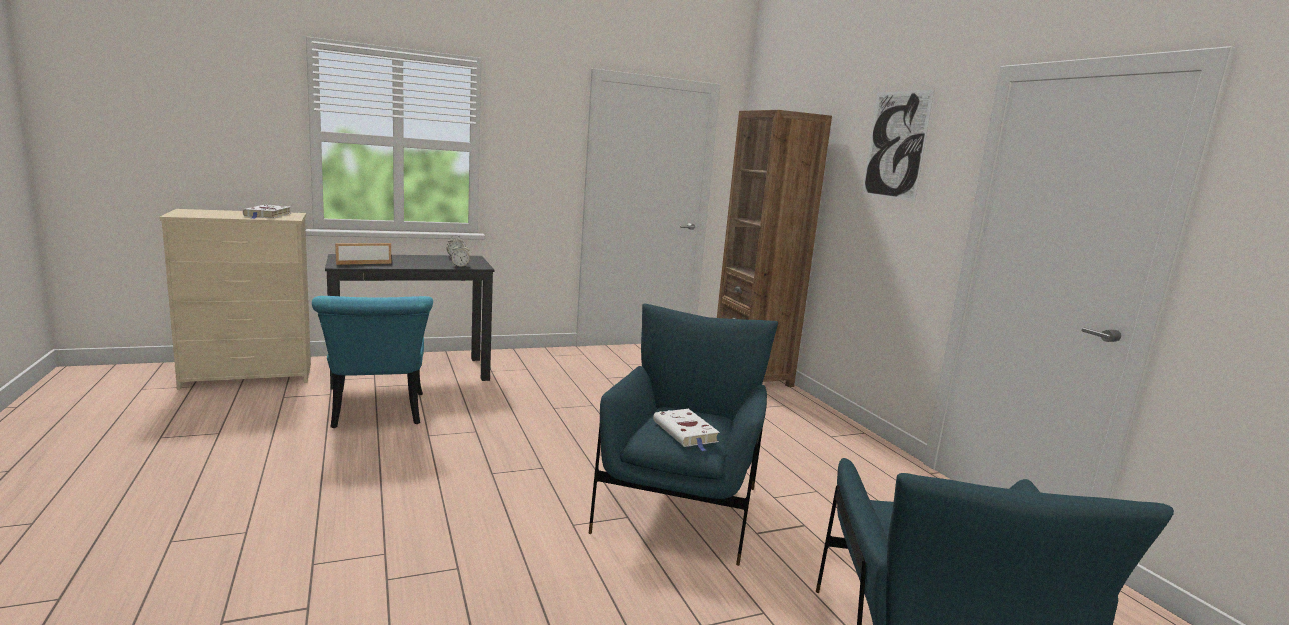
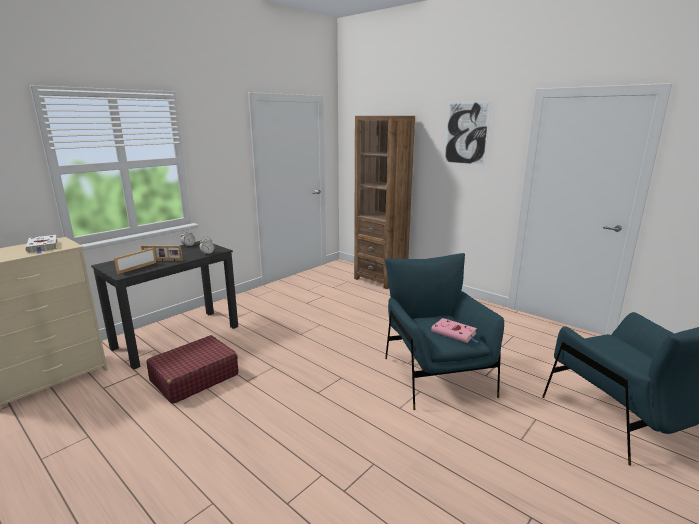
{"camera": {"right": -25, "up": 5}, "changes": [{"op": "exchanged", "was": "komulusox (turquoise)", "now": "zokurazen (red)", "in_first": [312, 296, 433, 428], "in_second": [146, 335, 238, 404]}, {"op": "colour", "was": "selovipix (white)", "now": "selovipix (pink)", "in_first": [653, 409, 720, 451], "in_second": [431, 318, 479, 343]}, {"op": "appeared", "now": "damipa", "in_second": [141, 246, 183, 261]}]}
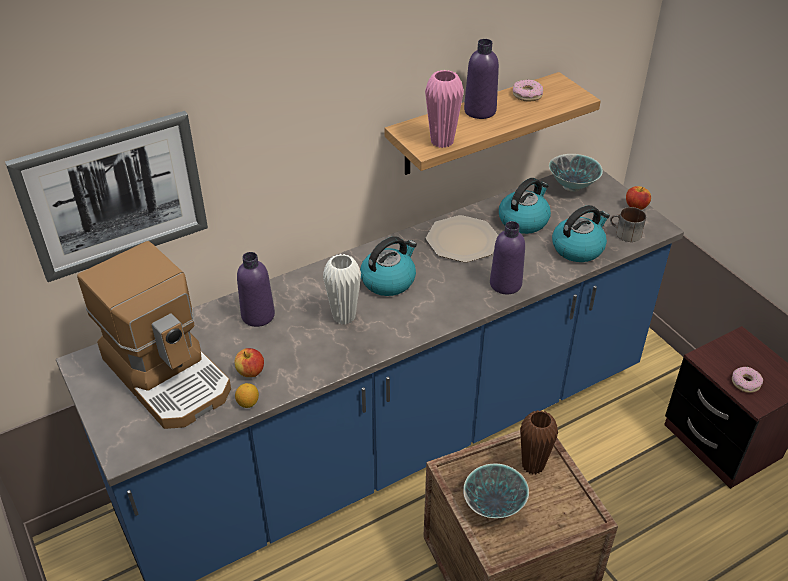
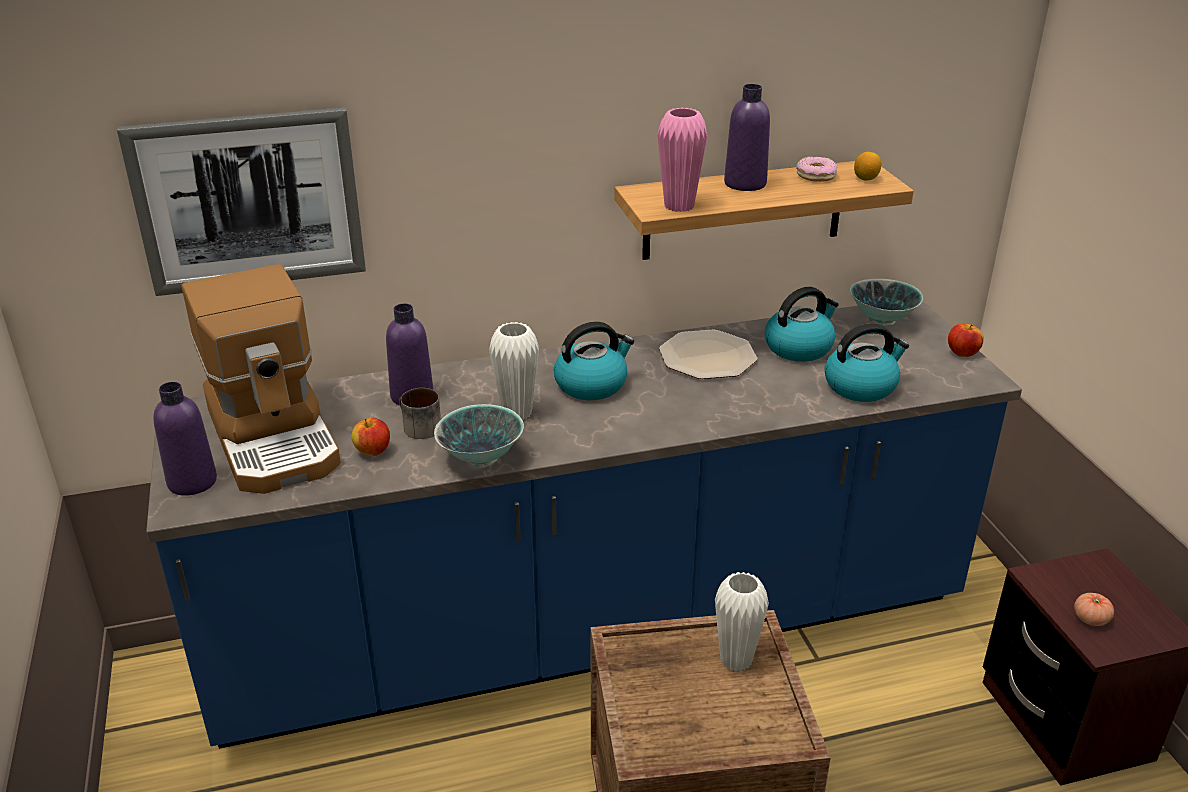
{"camera": {"right": 15, "up": -10}, "changes": [{"op": "relocated", "was": "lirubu", "in_first": [235, 383, 259, 408], "in_second": [854, 152, 881, 180]}, {"op": "relocated", "was": "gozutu", "in_first": [463, 464, 529, 518], "in_second": [434, 404, 524, 468]}, {"op": "relocated", "was": "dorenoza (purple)", "in_first": [490, 221, 525, 294], "in_second": [153, 382, 217, 496]}, {"op": "colour", "was": "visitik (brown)", "now": "visitik (white)", "in_first": [520, 410, 558, 475], "in_second": [715, 572, 769, 672]}, {"op": "relocated", "was": "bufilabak", "in_first": [610, 207, 646, 242], "in_second": [399, 388, 441, 439]}, {"op": "exchanged", "was": "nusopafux", "now": "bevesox", "in_first": [732, 367, 763, 393], "in_second": [1074, 593, 1114, 626]}]}
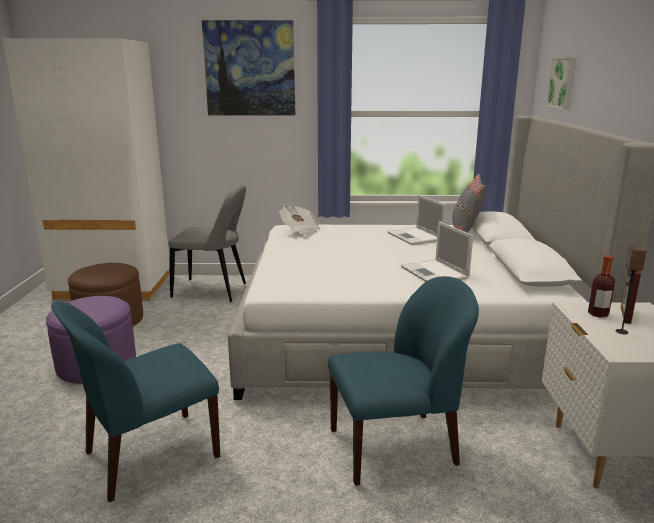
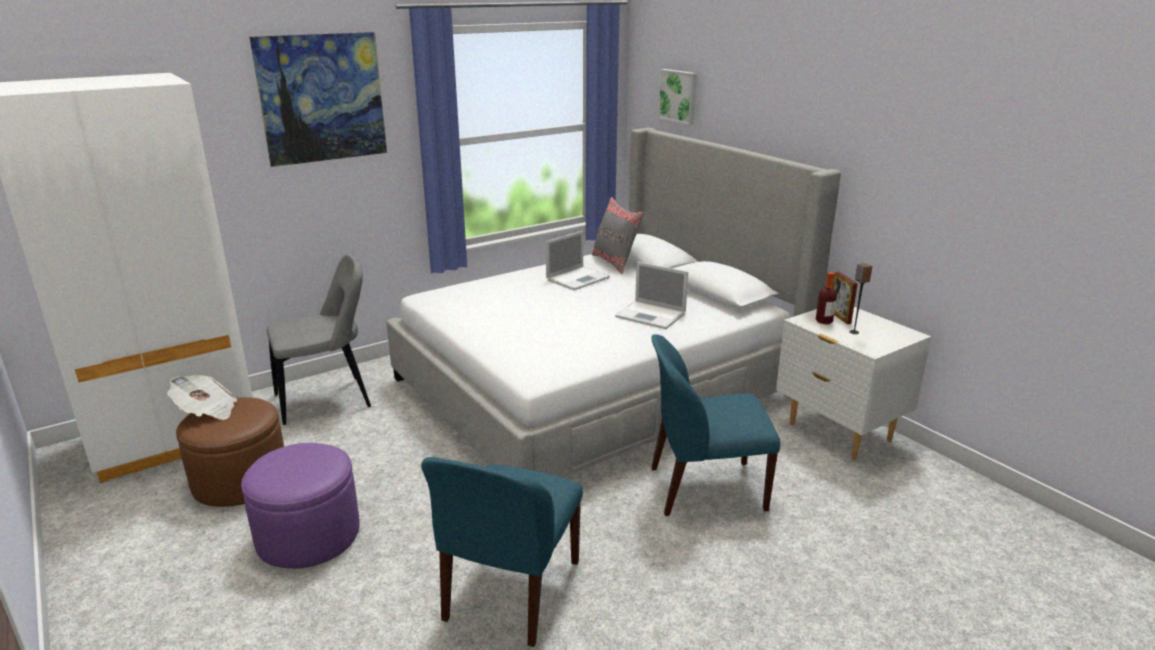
{"camera": {"right": -35, "up": 5}, "changes": [{"op": "relocated", "was": "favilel", "in_first": [279, 204, 321, 236], "in_second": [167, 375, 237, 420]}, {"op": "spun", "was": "komulusox (blue)", "in_first": [328, 276, 479, 486], "in_second": [651, 334, 780, 516], "clockwise": -135}, {"op": "spun", "was": "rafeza", "in_first": [387, 195, 446, 245], "in_second": [546, 231, 610, 290], "clockwise": -75}]}
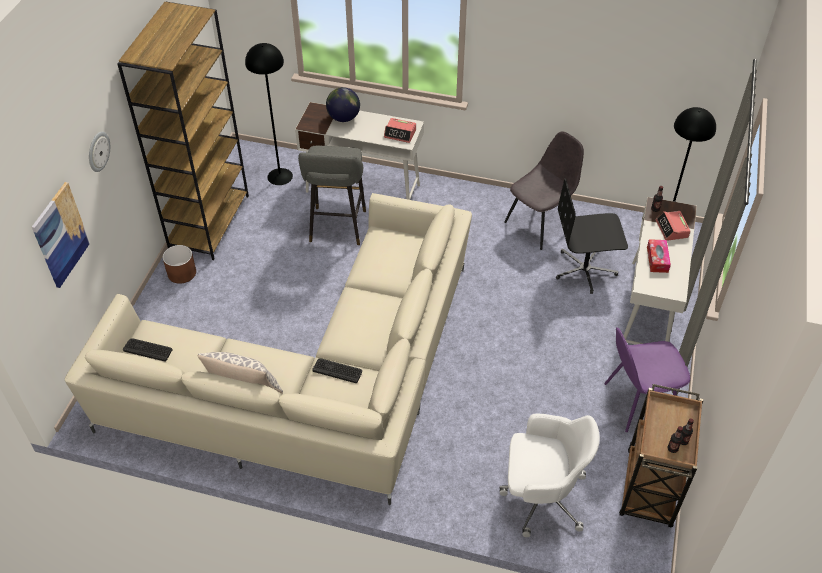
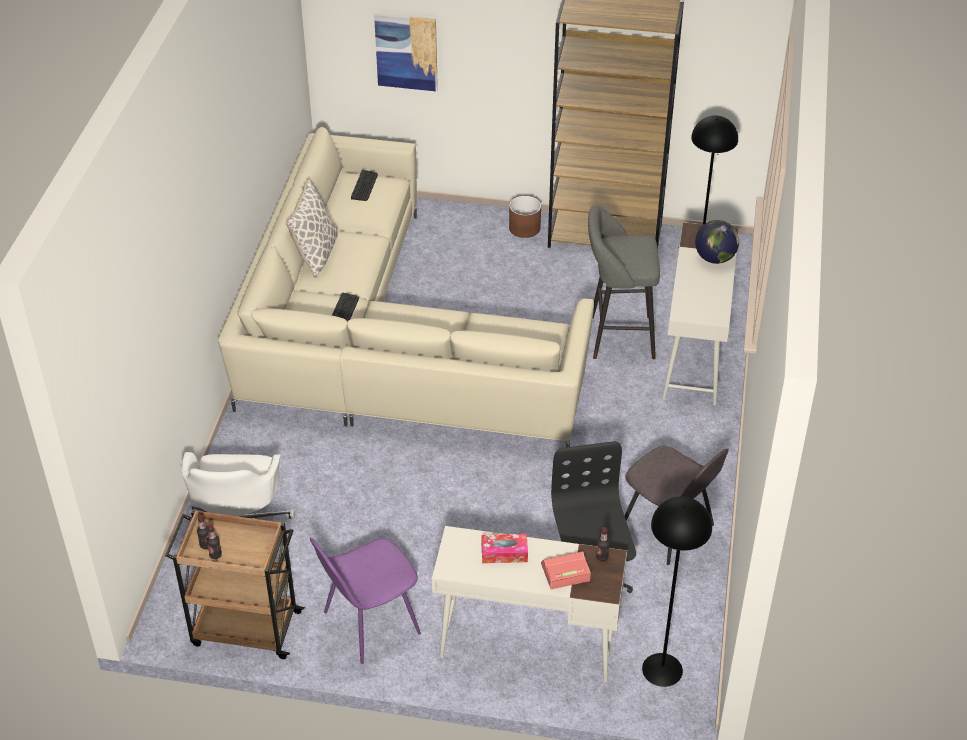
{"camera": {"right": 85, "up": -5}, "changes": [{"op": "missing", "was": "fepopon", "in_first": [89, 132, 110, 172]}, {"op": "missing", "was": "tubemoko", "in_first": [384, 118, 416, 143]}, {"op": "spun", "was": "komulusox (purple)", "in_first": [604, 327, 690, 432], "in_second": [310, 538, 421, 664], "clockwise": -105}]}
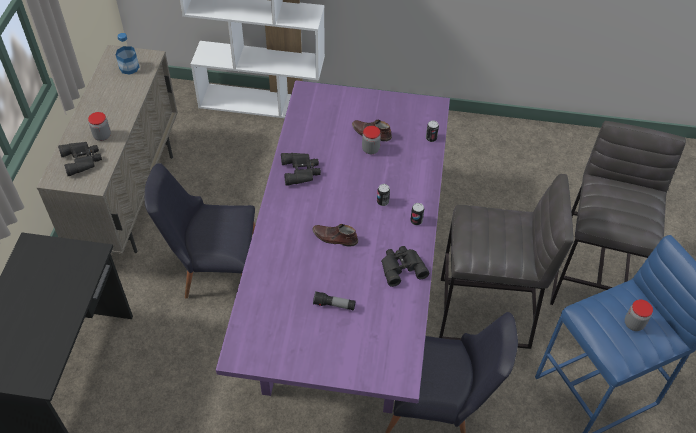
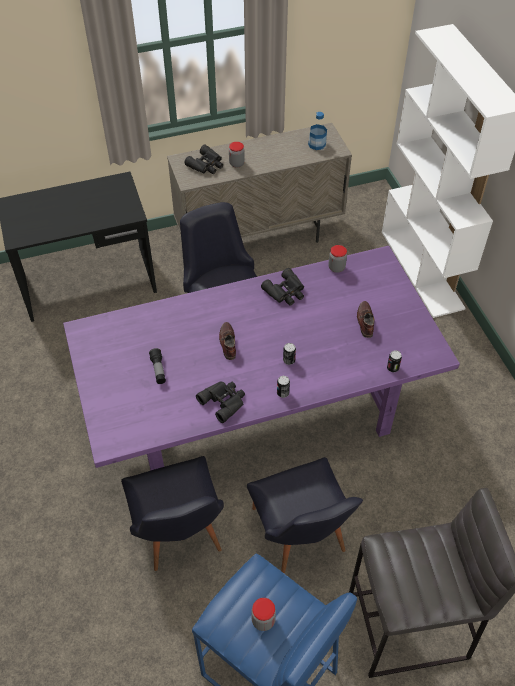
{"camera": {"right": 65, "up": 0}, "changes": [{"op": "relocated", "was": "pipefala", "in_first": [362, 126, 381, 154], "in_second": [329, 245, 347, 273]}, {"op": "exchanged", "was": "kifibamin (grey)", "now": "komulusox (black)", "in_first": [439, 174, 573, 349], "in_second": [247, 457, 363, 574]}]}
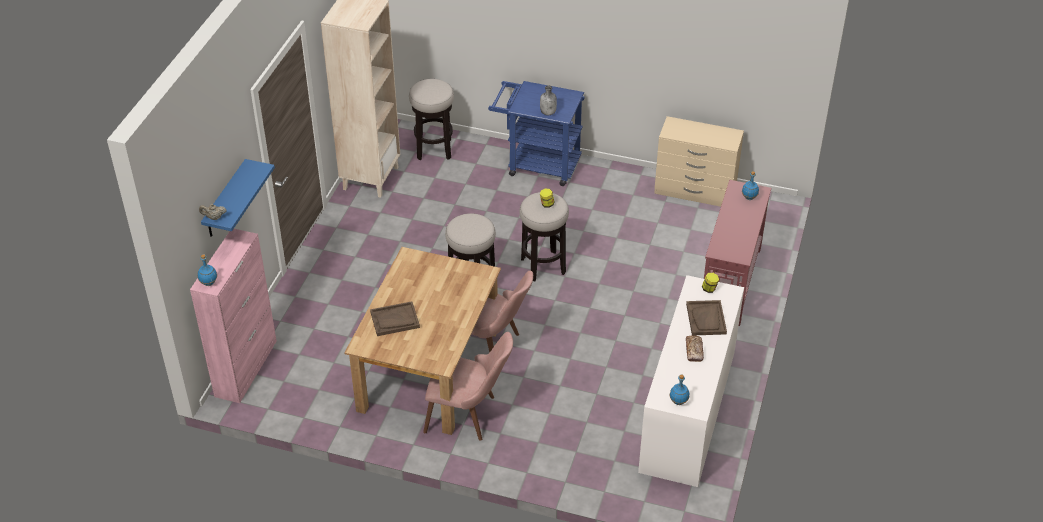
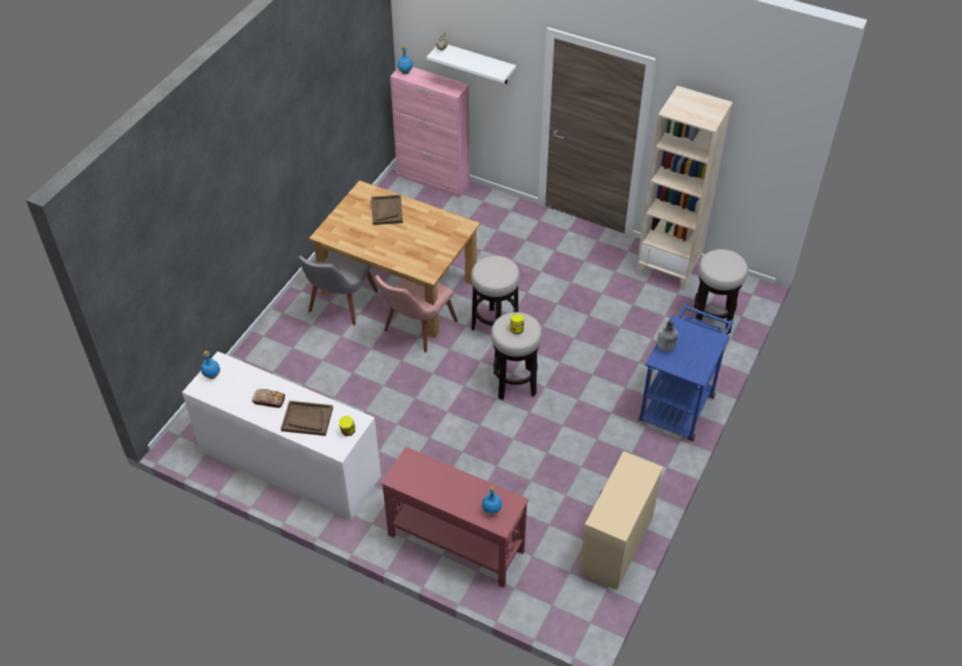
{"camera": {"right": 100, "up": 5}, "changes": [{"op": "colour", "was": "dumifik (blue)", "now": "dumifik (white)", "in_first": [201, 159, 275, 237], "in_second": [427, 45, 516, 84]}, {"op": "colour", "was": "komulusox (pink)", "now": "komulusox (grey)", "in_first": [423, 332, 513, 441], "in_second": [298, 250, 378, 325]}]}
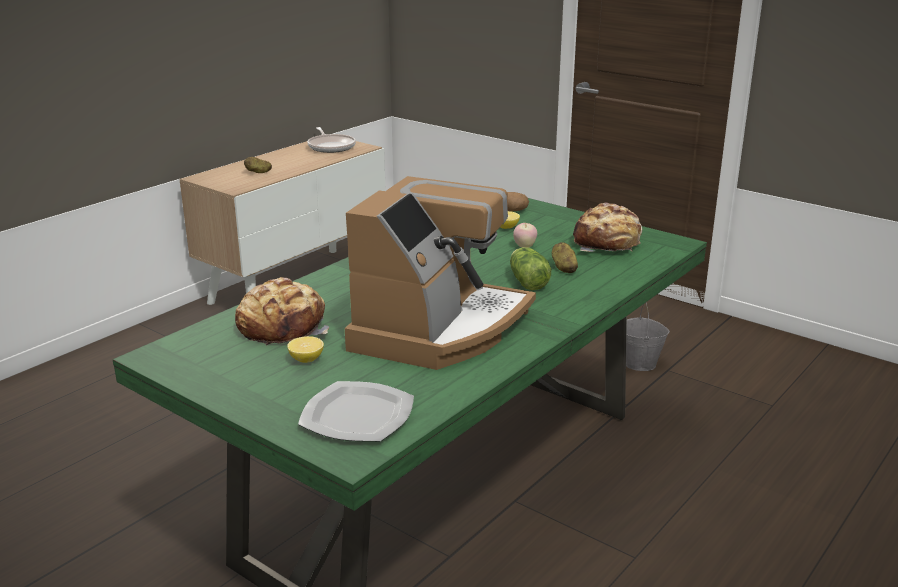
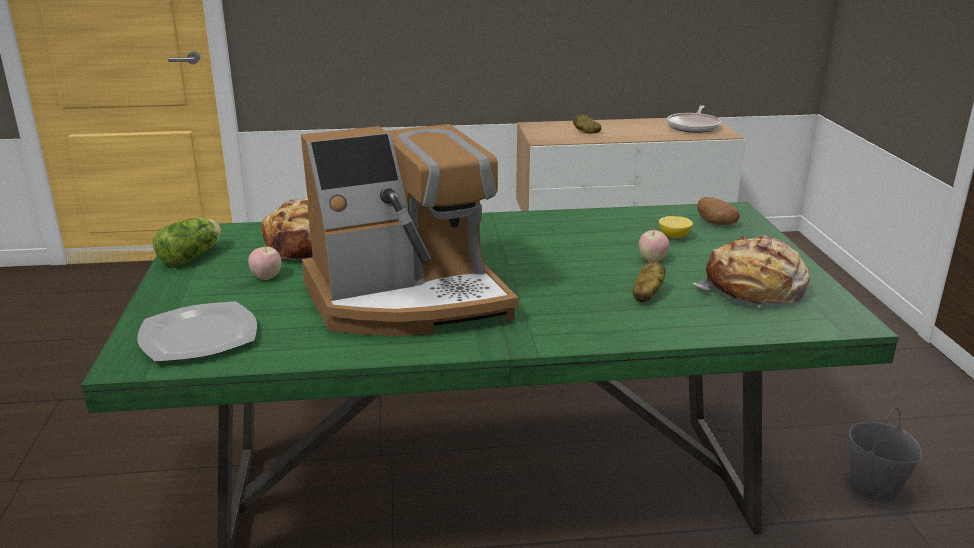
{"camera": {"right": 45, "up": 0}, "changes": [{"op": "exchanged", "was": "lirubu", "now": "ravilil", "in_first": [287, 336, 324, 363], "in_second": [248, 246, 281, 280]}, {"op": "relocated", "was": "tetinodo", "in_first": [510, 247, 551, 290], "in_second": [153, 218, 221, 266]}]}
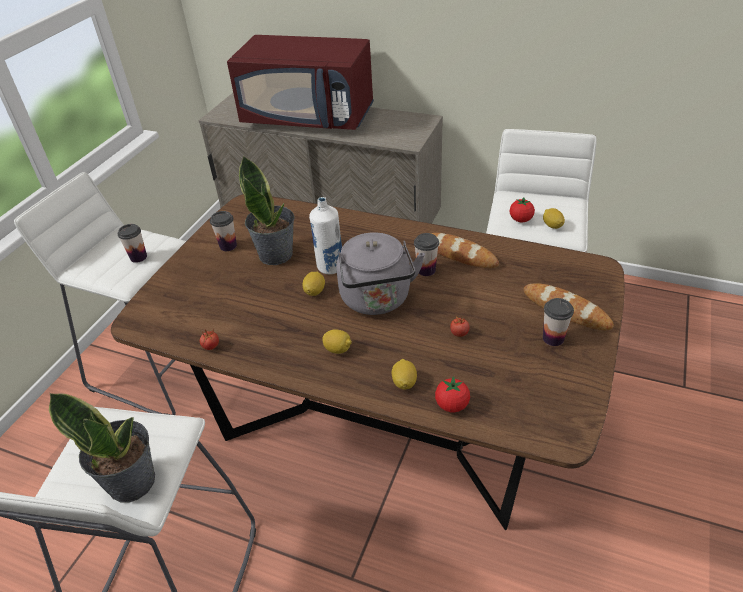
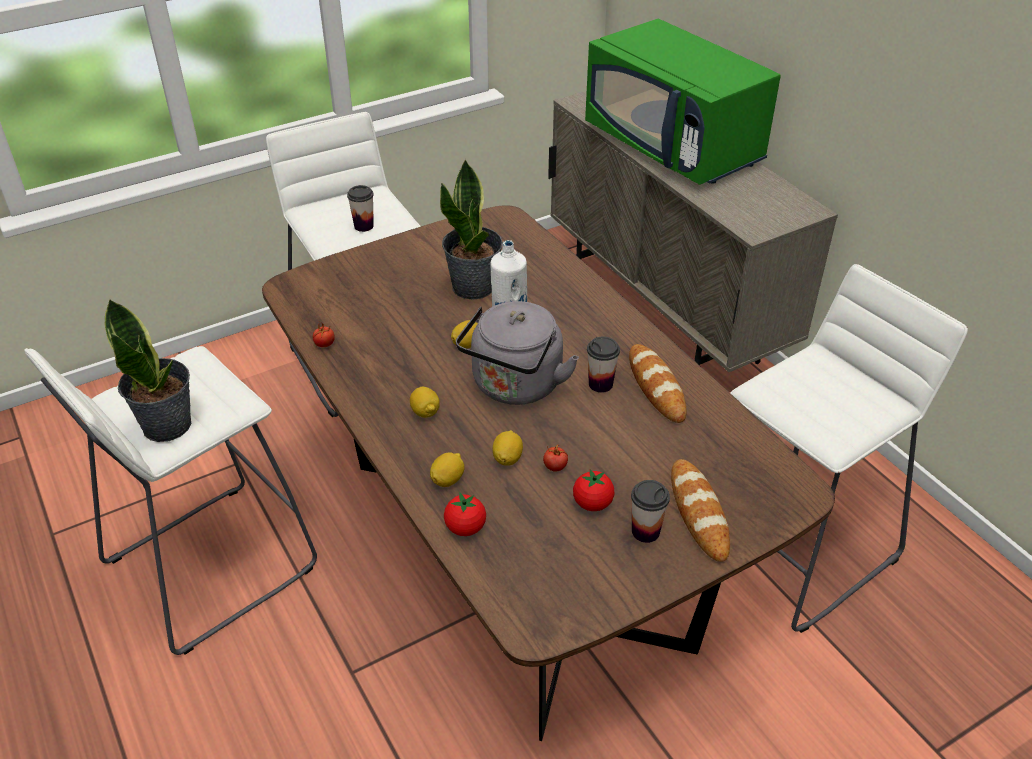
{"camera": {"right": 35, "up": 0}, "changes": [{"op": "missing", "was": "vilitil", "in_first": [210, 211, 237, 251]}, {"op": "colour", "was": "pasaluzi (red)", "now": "pasaluzi (green)", "in_first": [227, 35, 374, 130], "in_second": [585, 19, 781, 185]}, {"op": "relocated", "was": "bevesox", "in_first": [510, 197, 535, 222], "in_second": [573, 469, 614, 511]}, {"op": "relocated", "was": "lirubu", "in_first": [543, 208, 565, 229], "in_second": [493, 430, 523, 465]}]}
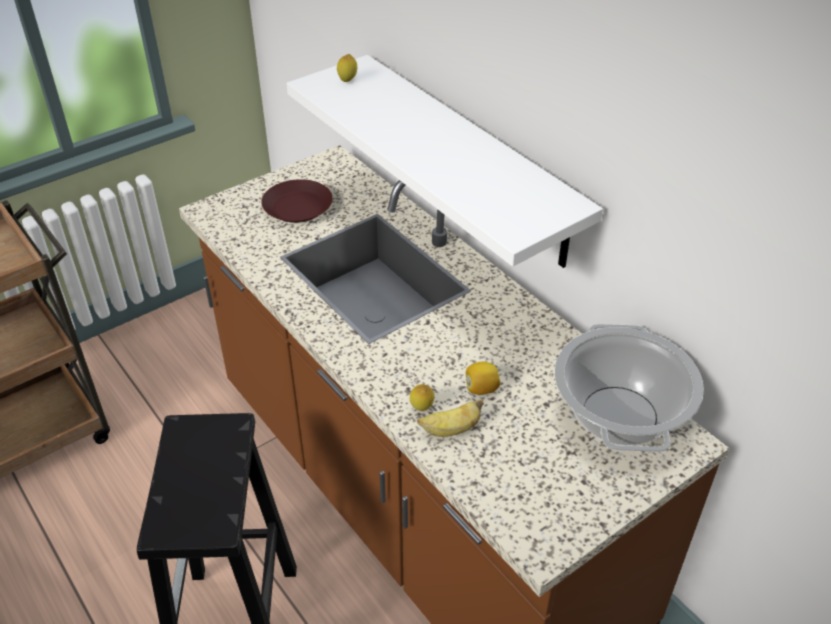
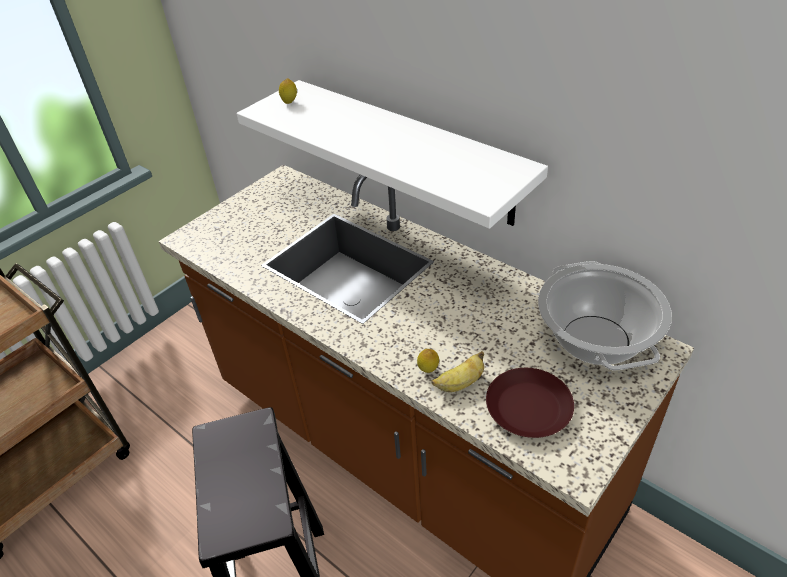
{"camera": {"right": -10, "up": 0}, "changes": [{"op": "relocated", "was": "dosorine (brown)", "in_first": [261, 179, 333, 223], "in_second": [486, 368, 574, 438]}, {"op": "missing", "was": "lirubu", "in_first": [466, 362, 501, 395]}]}
